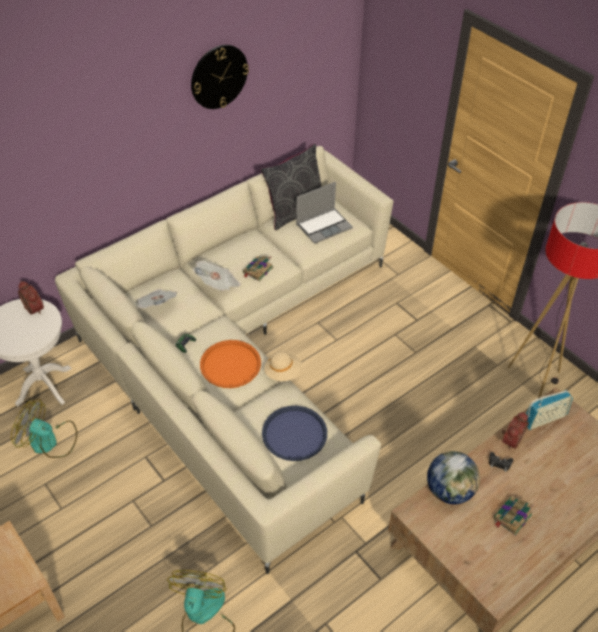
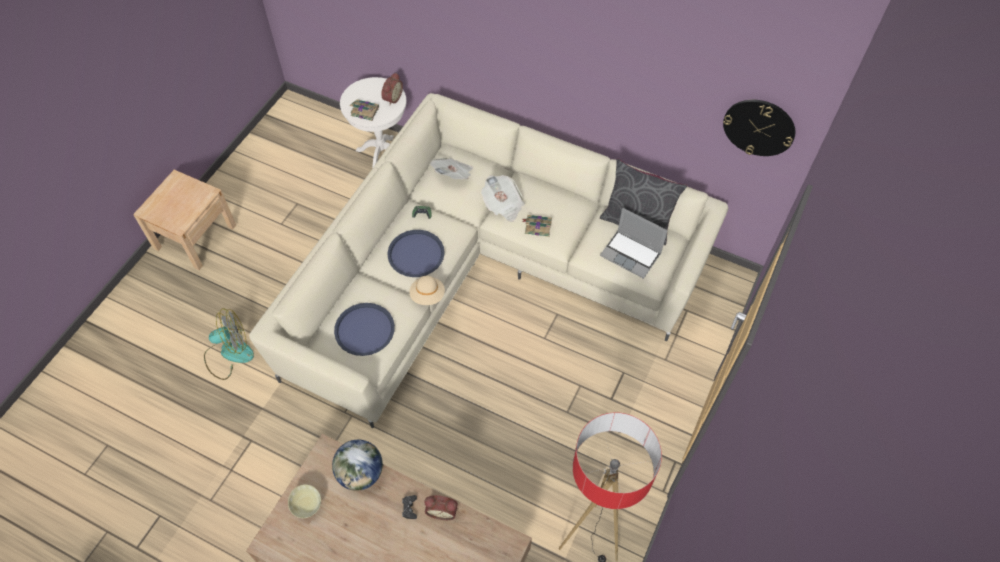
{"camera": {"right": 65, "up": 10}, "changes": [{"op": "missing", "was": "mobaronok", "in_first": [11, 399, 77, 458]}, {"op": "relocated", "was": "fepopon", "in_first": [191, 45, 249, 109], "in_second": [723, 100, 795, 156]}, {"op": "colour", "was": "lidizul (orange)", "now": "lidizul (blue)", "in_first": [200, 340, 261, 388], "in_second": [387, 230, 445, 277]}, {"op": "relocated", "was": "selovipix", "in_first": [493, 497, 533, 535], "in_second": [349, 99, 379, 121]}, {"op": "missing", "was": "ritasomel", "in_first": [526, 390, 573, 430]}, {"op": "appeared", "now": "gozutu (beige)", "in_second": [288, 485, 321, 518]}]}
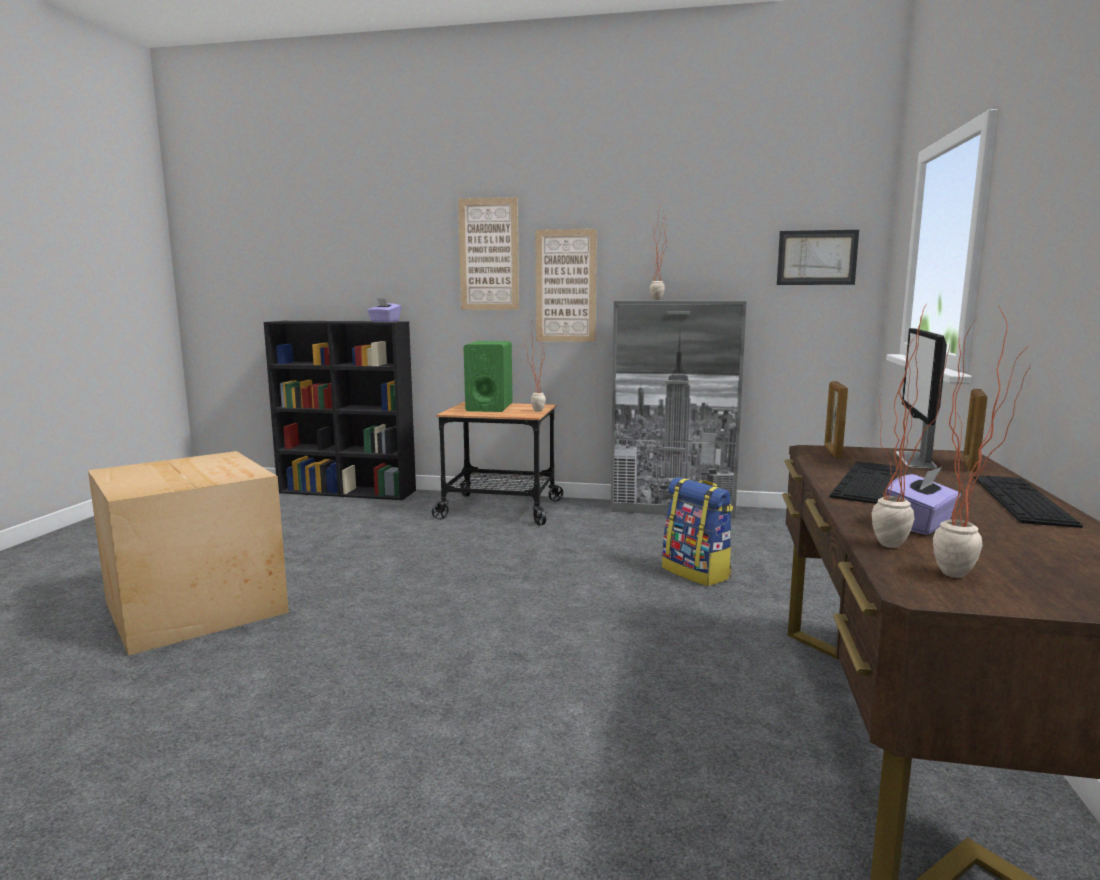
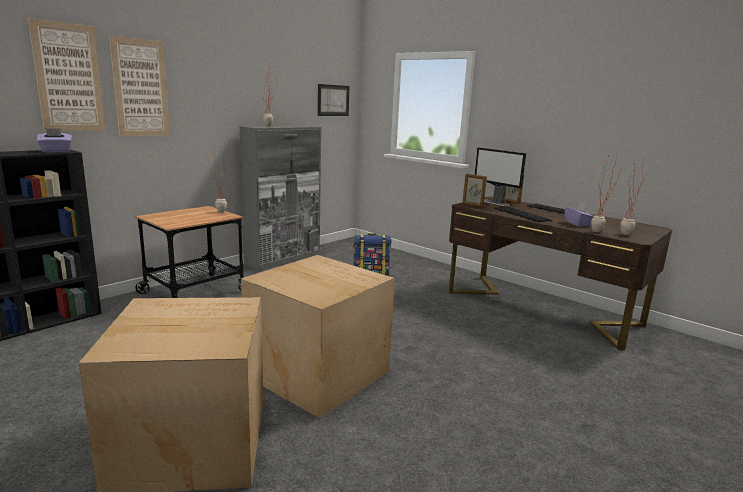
{"camera": {"right": -60, "up": 5}, "changes": [{"op": "missing", "was": "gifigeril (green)", "in_first": [464, 341, 513, 412]}, {"op": "relocated", "was": "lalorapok", "in_first": [535, 229, 597, 342], "in_second": [28, 18, 106, 131]}, {"op": "appeared", "now": "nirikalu", "in_second": [241, 255, 395, 418]}]}
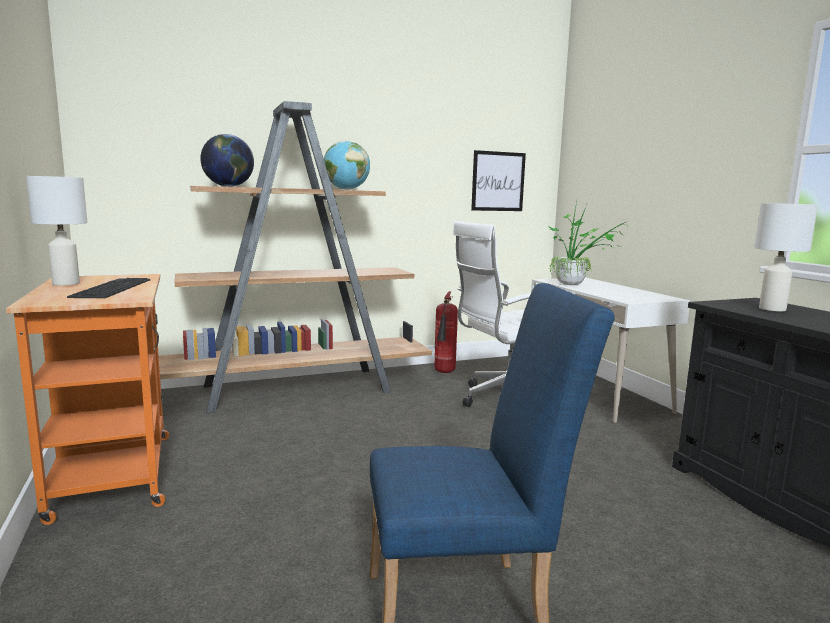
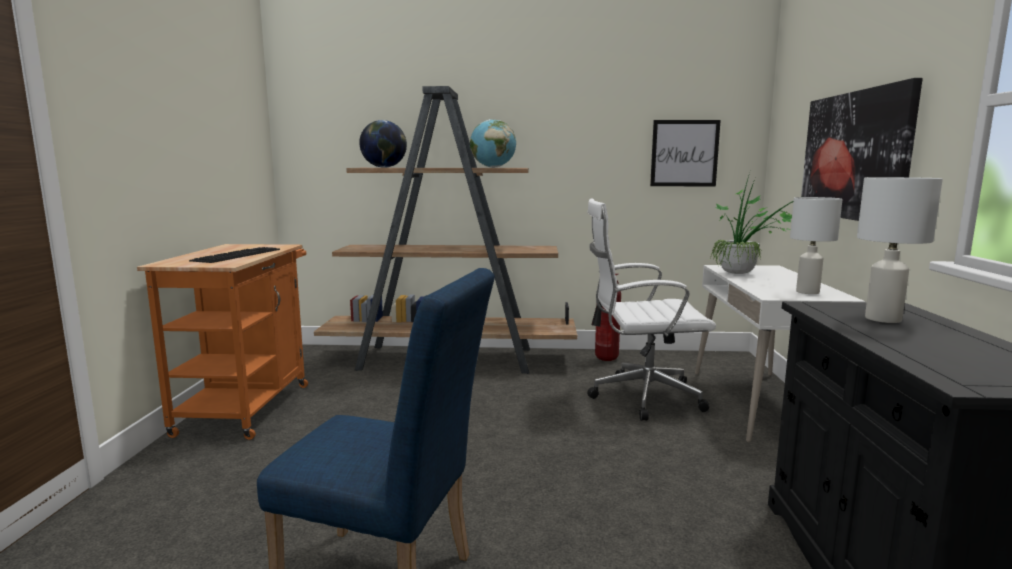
{"camera": {"right": 25, "up": 0}, "changes": [{"op": "relocated", "was": "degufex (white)", "in_first": [26, 176, 87, 286], "in_second": [790, 197, 843, 294]}, {"op": "appeared", "now": "lalorapok", "in_second": [801, 78, 923, 221]}]}
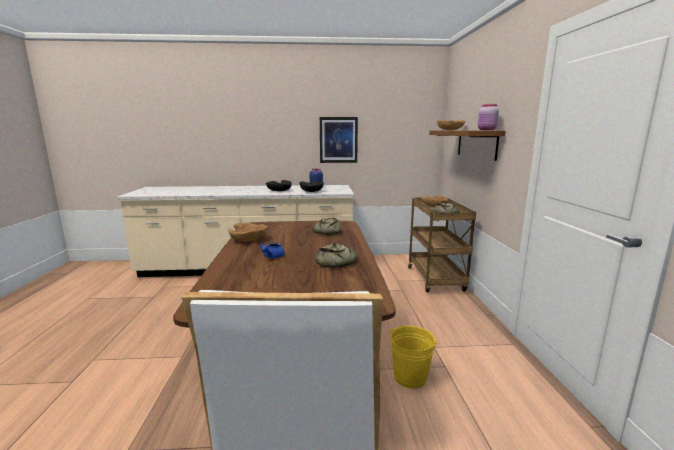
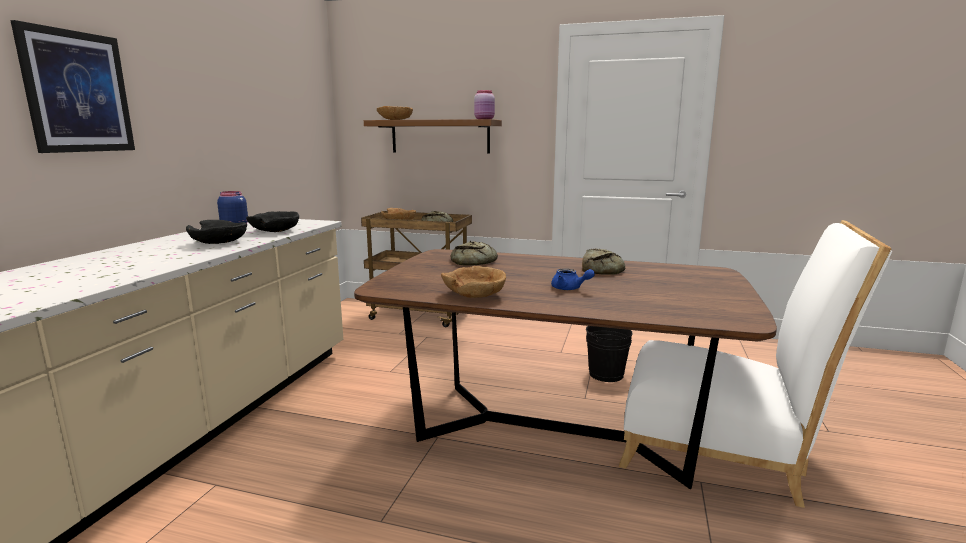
{"camera": {"right": -70, "up": 0}, "changes": [{"op": "relocated", "was": "lalorapok", "in_first": [320, 117, 358, 163], "in_second": [10, 20, 135, 153]}, {"op": "colour", "was": "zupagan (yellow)", "now": "zupagan (black)", "in_first": [390, 326, 439, 388], "in_second": [586, 326, 633, 382]}]}
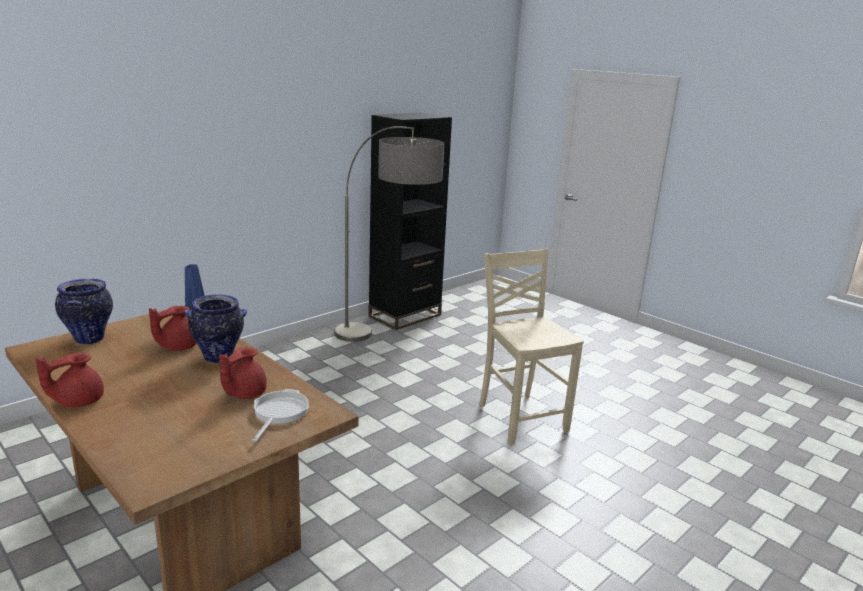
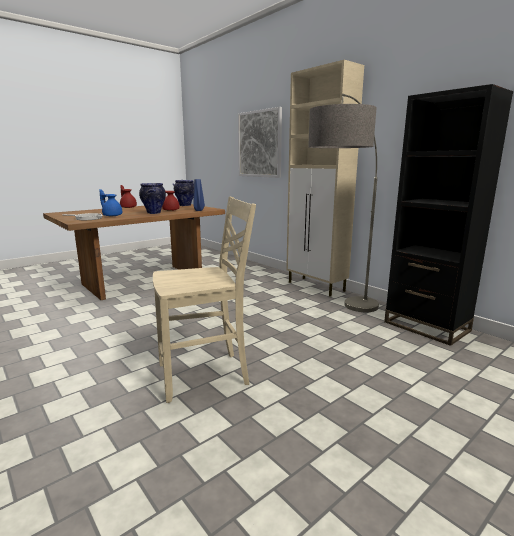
{"camera": {"right": 95, "up": -5}, "changes": [{"op": "colour", "was": "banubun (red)", "now": "banubun (blue)", "in_first": [219, 347, 267, 399], "in_second": [99, 189, 122, 216]}, {"op": "appeared", "now": "lalorapok", "in_second": [238, 107, 282, 178]}, {"op": "appeared", "now": "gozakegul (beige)", "in_second": [286, 60, 364, 297]}]}
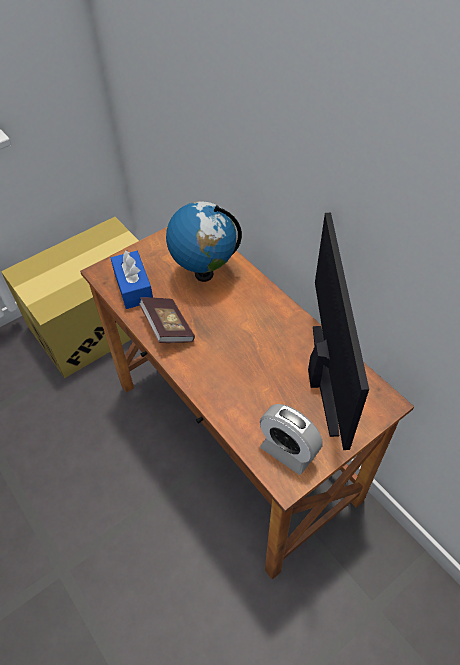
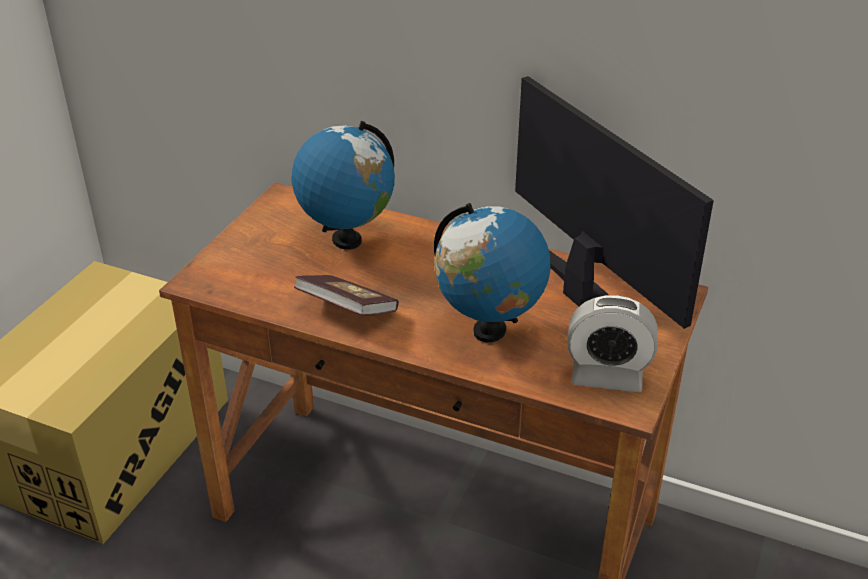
{"camera": {"right": -30, "up": -15}, "changes": [{"op": "missing", "was": "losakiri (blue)", "in_first": [111, 250, 153, 309]}, {"op": "appeared", "now": "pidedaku", "in_second": [434, 203, 551, 342]}]}
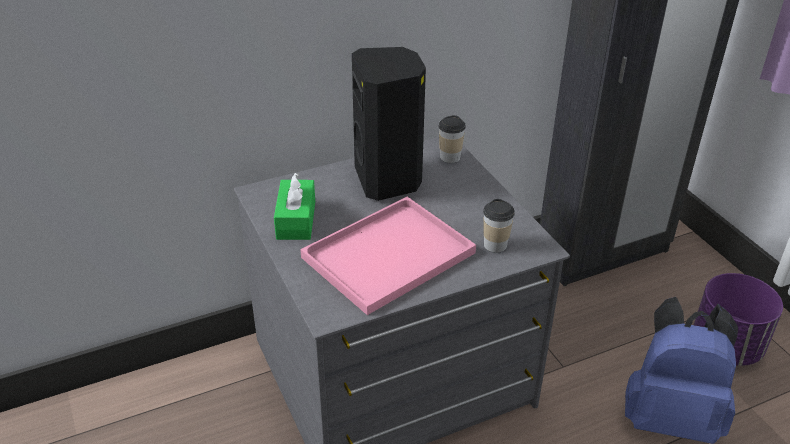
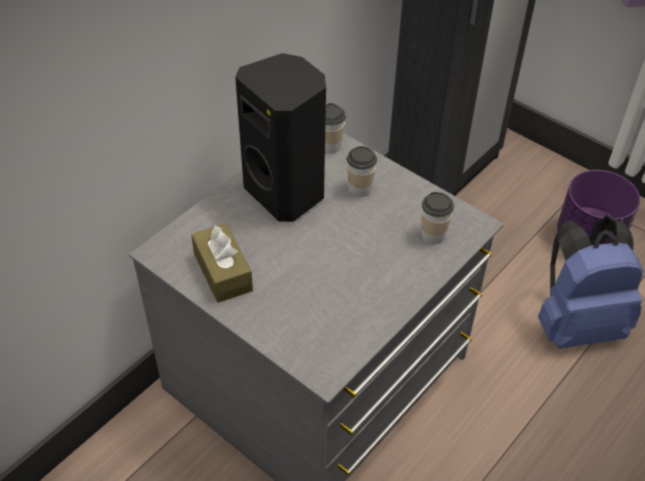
{"camera": {"right": -25, "up": 10}, "changes": [{"op": "colour", "was": "losakiri (green)", "now": "losakiri (brown)", "in_first": [274, 172, 315, 240], "in_second": [191, 223, 253, 303]}, {"op": "missing", "was": "lidizul (pink)", "in_first": [300, 197, 476, 315]}, {"op": "appeared", "now": "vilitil", "in_second": [347, 146, 377, 197]}]}
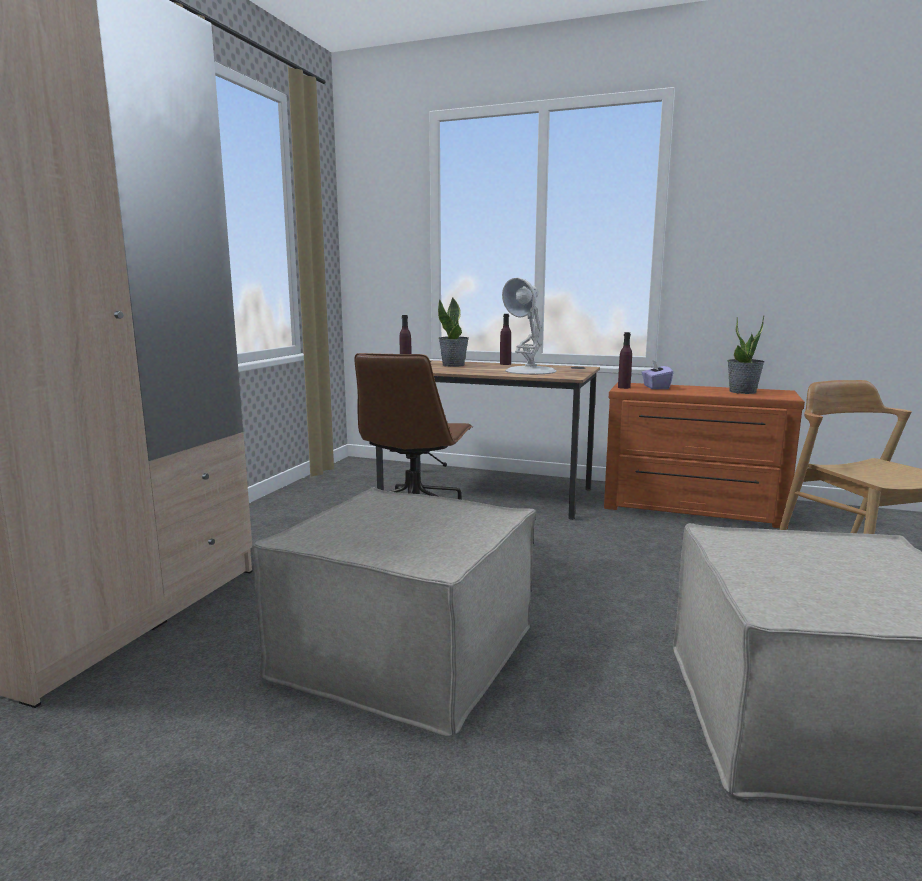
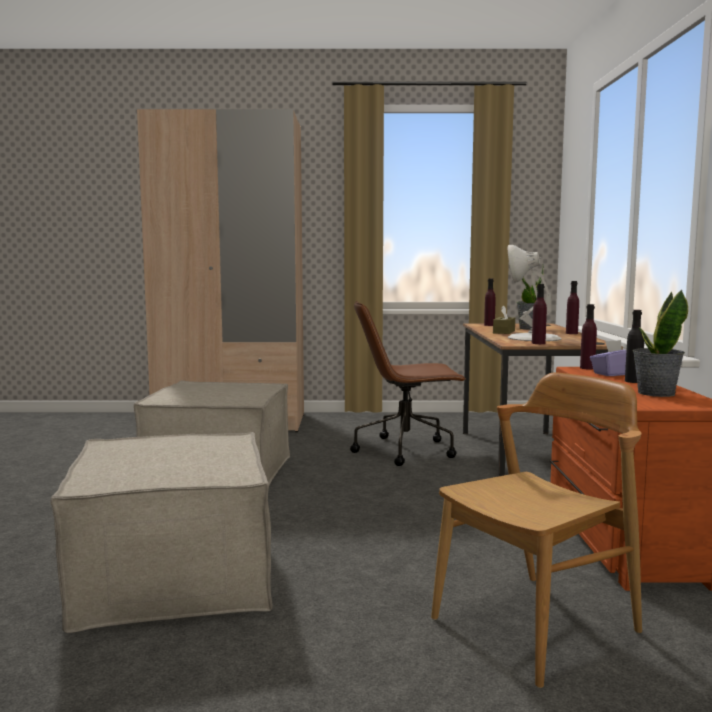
{"camera": {"right": 70, "up": -5}, "changes": [{"op": "appeared", "now": "losakiri (brown)", "in_second": [493, 305, 515, 334]}, {"op": "appeared", "now": "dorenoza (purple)", "in_second": [532, 284, 547, 344]}, {"op": "appeared", "now": "dorenoza (black)", "in_second": [625, 310, 644, 383]}]}
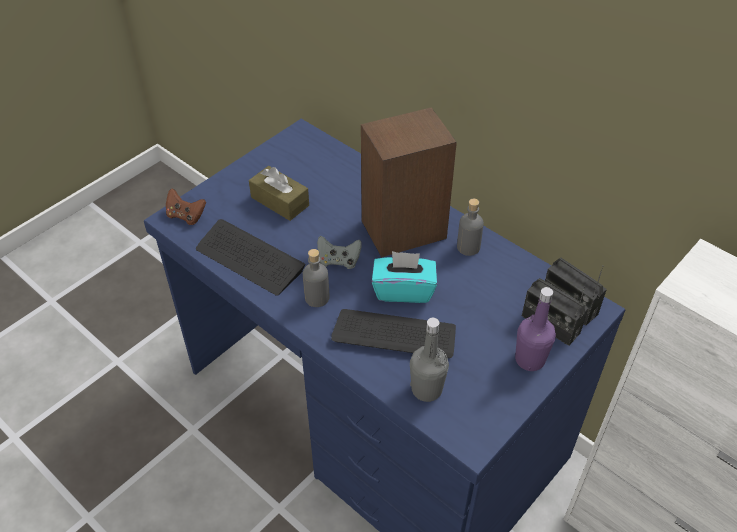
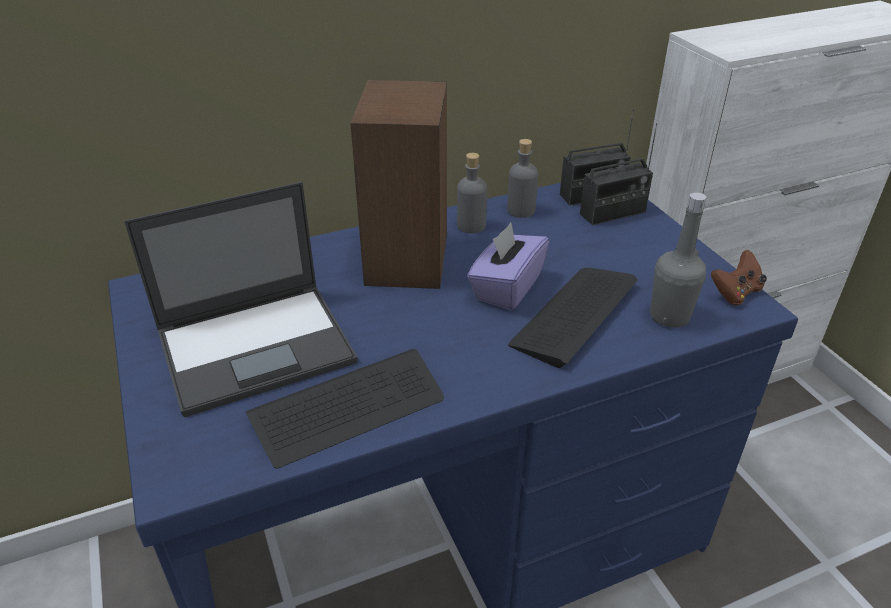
{"camera": {"right": -65, "up": -10}, "changes": [{"op": "relocated", "was": "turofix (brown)", "in_first": [166, 189, 206, 225], "in_second": [711, 250, 767, 305]}, {"op": "exchanged", "was": "losakiri (brown)", "now": "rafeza", "in_first": [249, 166, 309, 221], "in_second": [124, 182, 358, 417]}, {"op": "relocated", "was": "dorenoza (grey)", "in_first": [303, 249, 329, 307], "in_second": [507, 139, 538, 218]}, {"op": "missing", "was": "turofix (grey)", "in_first": [317, 236, 362, 269]}, {"op": "colour", "was": "losakiri (turquoise)", "now": "losakiri (purple)", "in_first": [372, 251, 437, 303], "in_second": [467, 223, 549, 310]}, {"op": "missing", "was": "dorenoza (purple)", "in_first": [515, 287, 556, 371]}]}
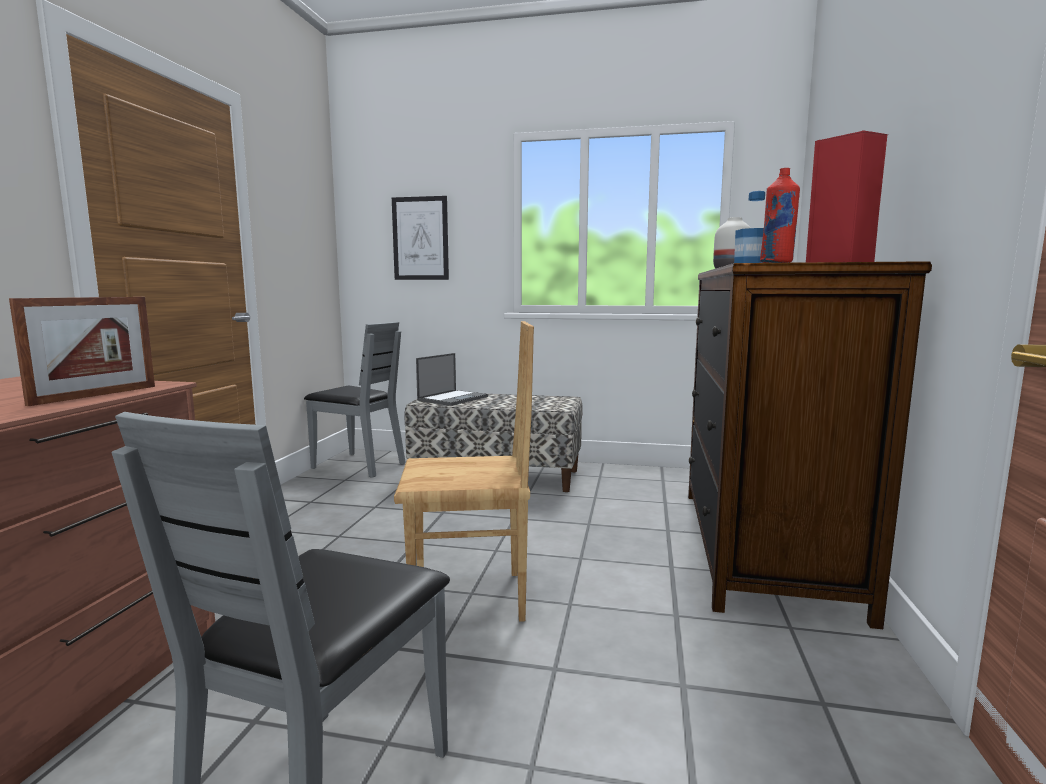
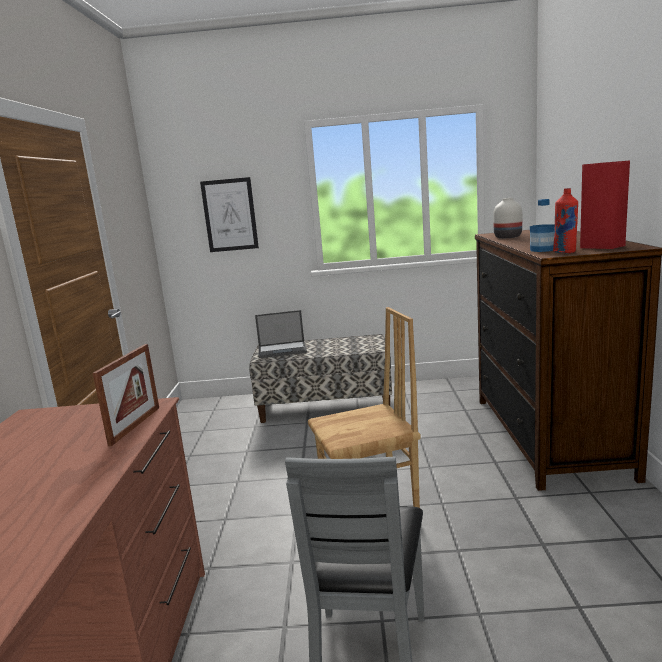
{"camera": {"right": -10, "up": 5}, "changes": [{"op": "missing", "was": "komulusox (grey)", "in_first": [304, 322, 406, 478]}, {"op": "spun", "was": "rafeza", "in_first": [416, 353, 488, 406], "in_second": [255, 310, 307, 358], "clockwise": 60}]}
